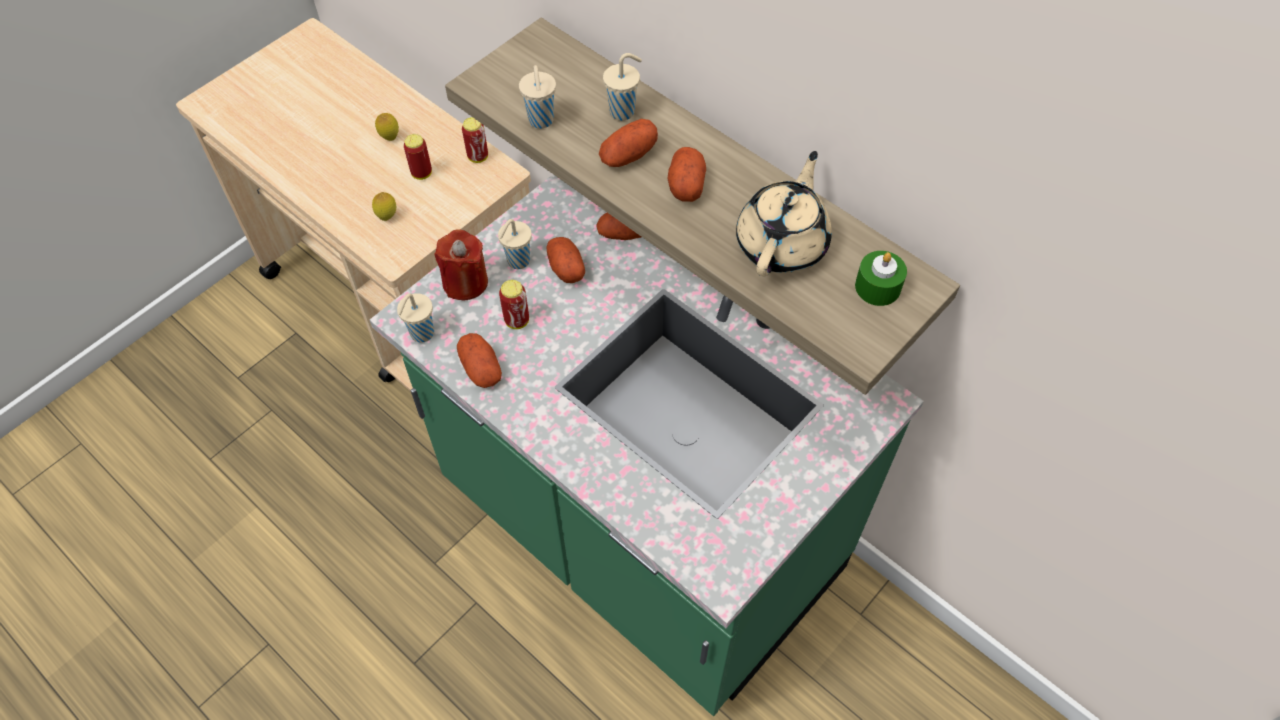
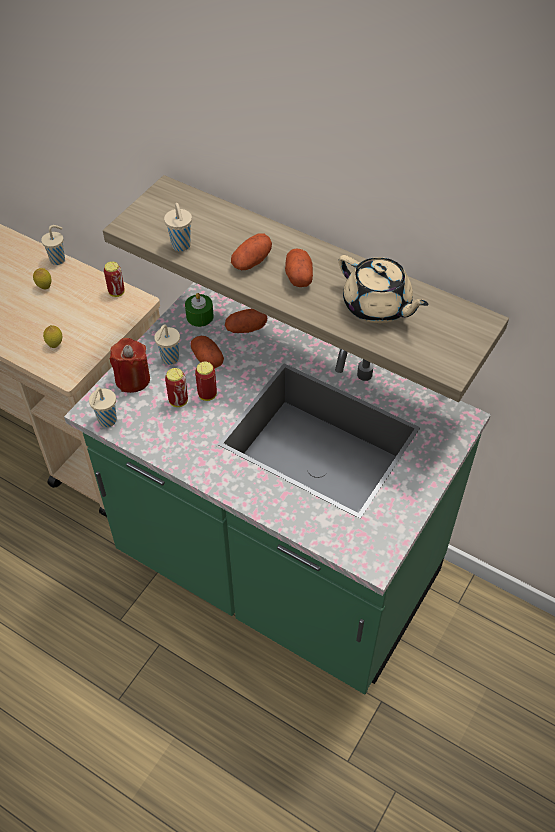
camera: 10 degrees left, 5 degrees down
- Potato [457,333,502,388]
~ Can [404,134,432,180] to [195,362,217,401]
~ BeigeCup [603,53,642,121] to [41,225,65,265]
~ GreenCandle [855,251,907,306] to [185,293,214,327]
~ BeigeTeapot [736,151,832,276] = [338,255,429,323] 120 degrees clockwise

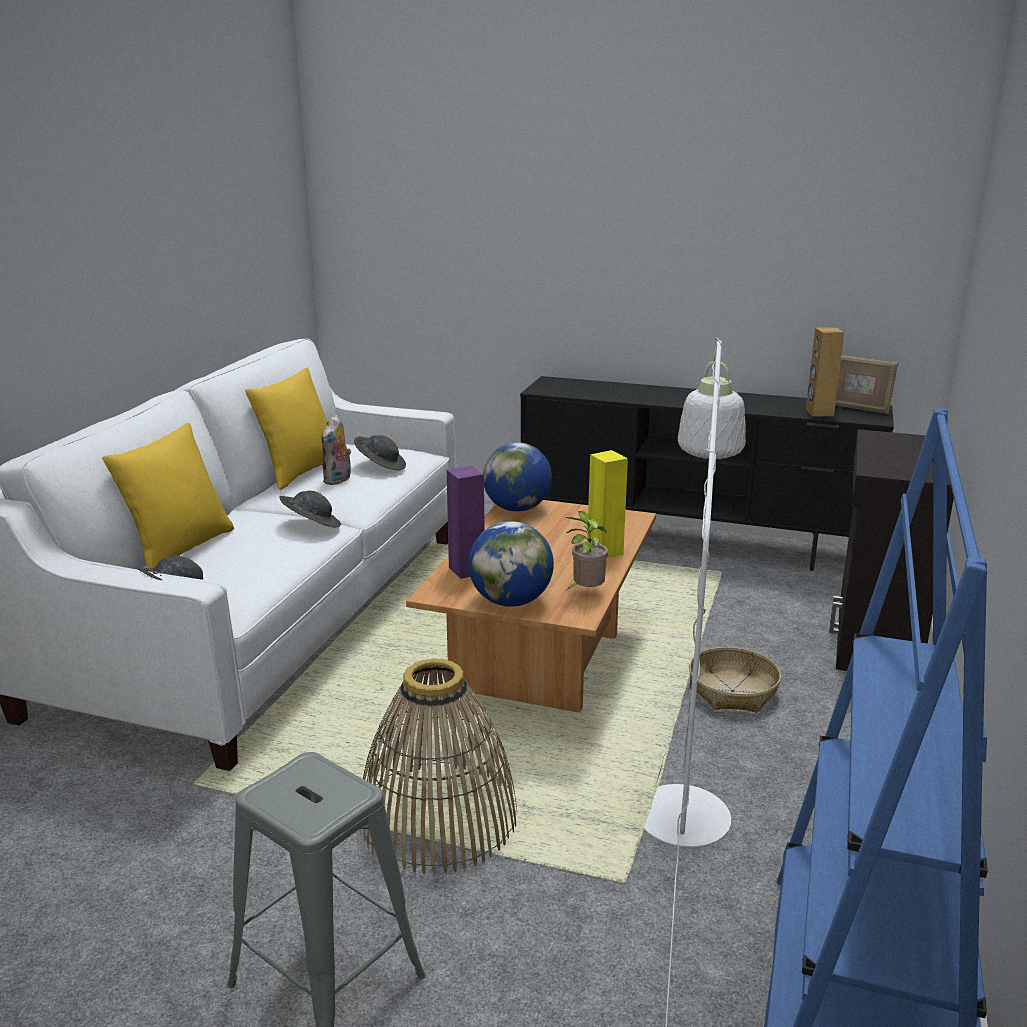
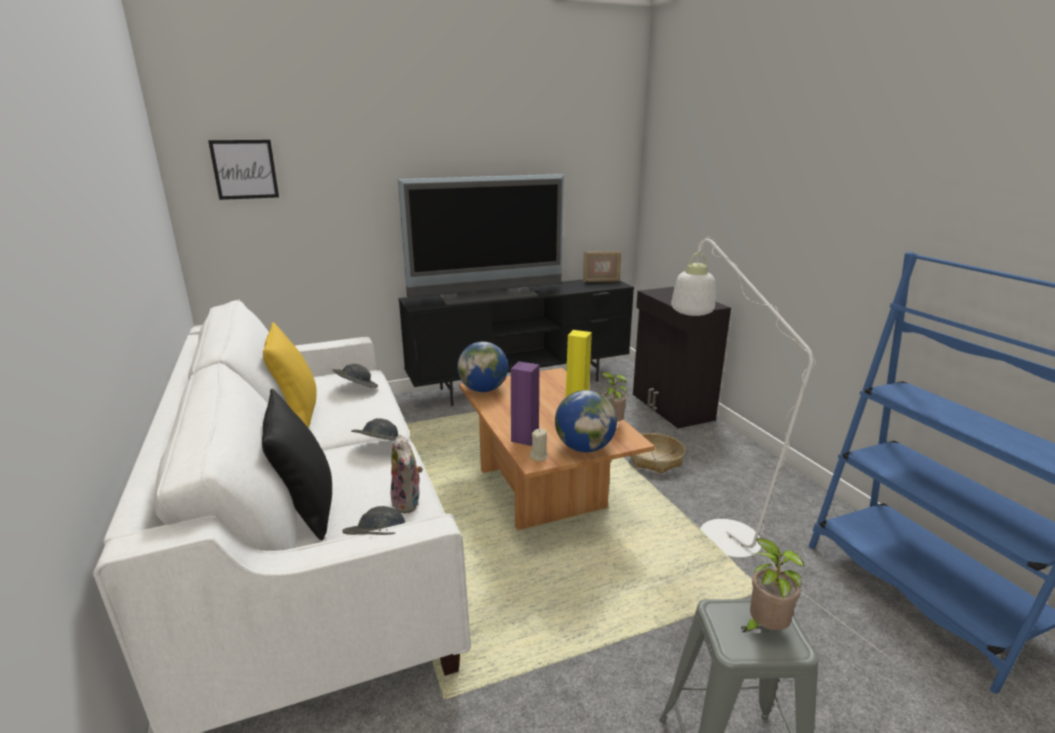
camera: 40 degrees left, 0 degrees up
- Basket [362,658,517,874]
- BrownSpeaker [806,327,844,417]
+ Picture [208,140,279,200]
+ Television [398,174,564,305]
+ BeigeCandle [529,429,548,461]
+ PottedPlant [741,538,804,633]
~ PlushToy [321,415,351,485] to [390,435,423,513]
~ YellowPillow [102,423,234,568] to BlackPillow [262,389,332,541]

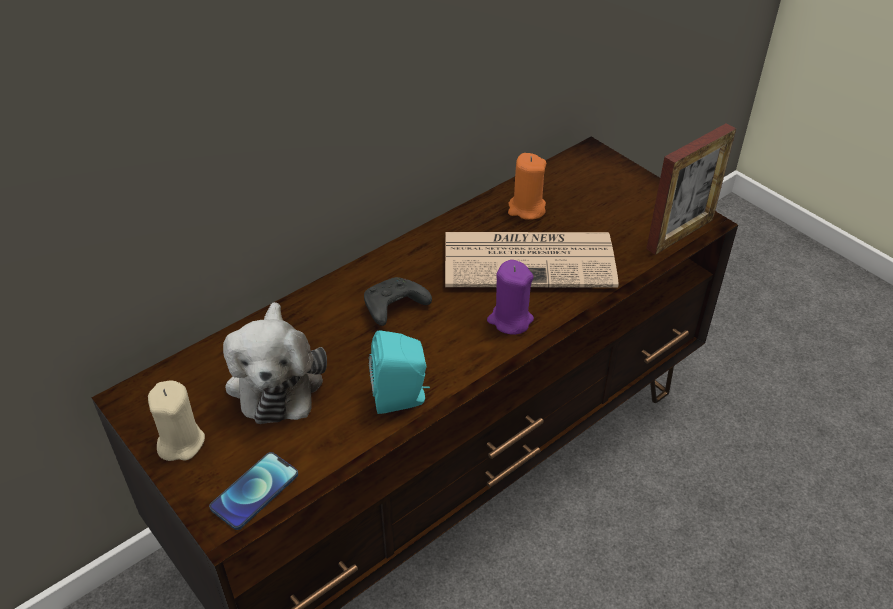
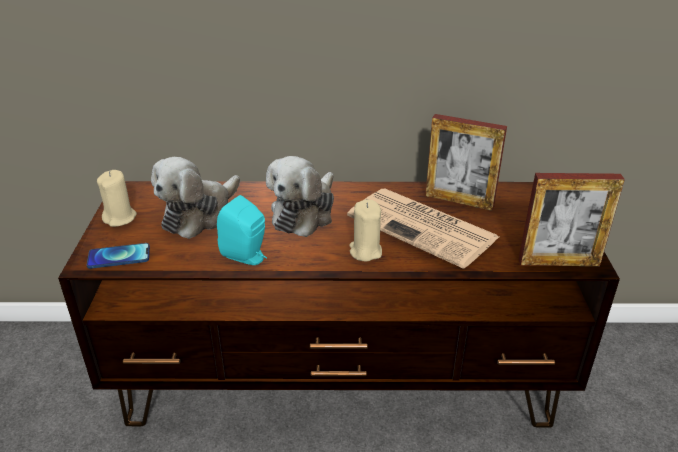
camera: 40 degrees right, 10 degrees down
~ BlackGameController [364,277,432,326] to PlushToy [266,156,334,237]
~ OrangeCandle [508,153,546,220] to PictureFrame [425,114,507,211]
~ PurpleCandle [487,260,534,335] to BeigeCandle [349,200,382,262]

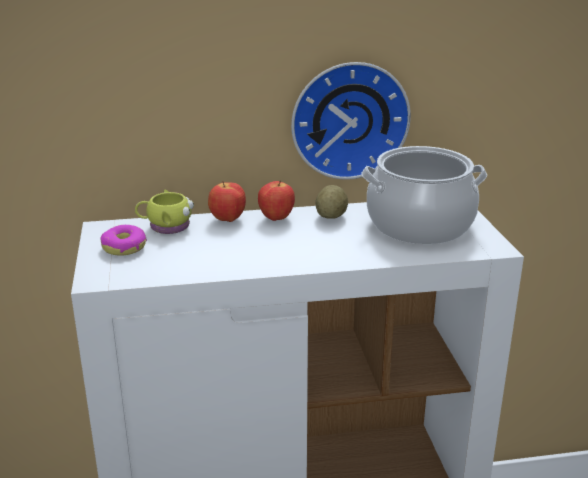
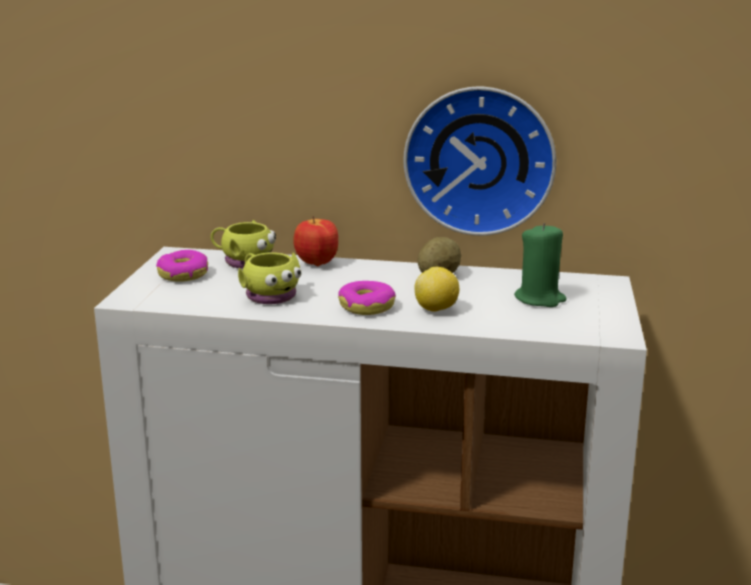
camera: 20 degrees right, 5 degrees down
- Apple [258,180,295,221]
+ YellowMug [238,252,302,304]
+ Donut [338,281,396,315]
+ Lemon [414,267,459,311]
~ CookingPot [361,146,487,244] to GreenCandle [514,223,567,307]

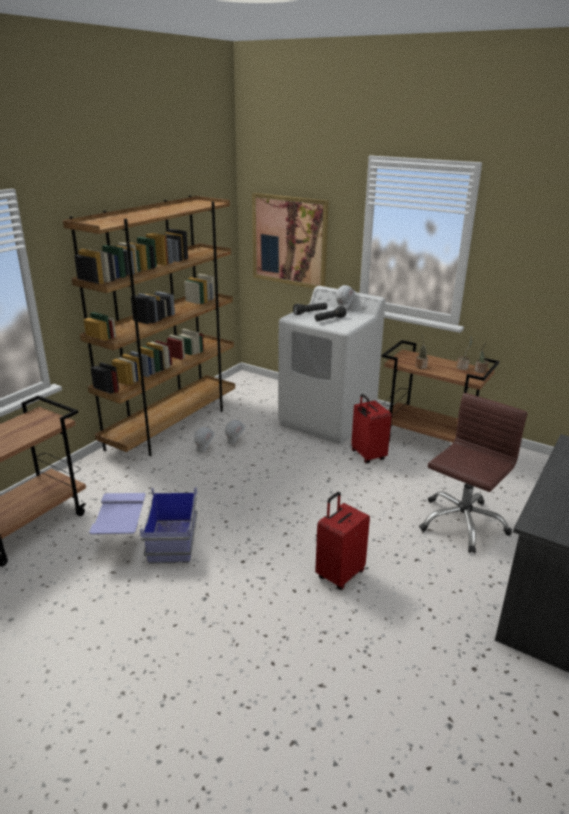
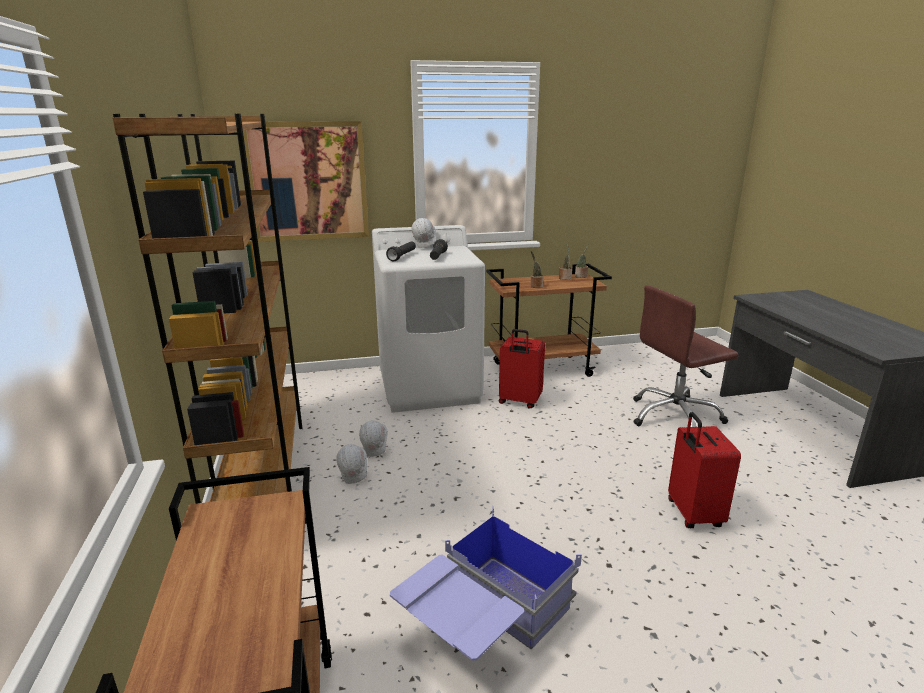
camera: 45 degrees left, 5 degrees down
~ BrownOfficeChair [419,393,528,553] = [633,285,738,427] 105 degrees counterclockwise

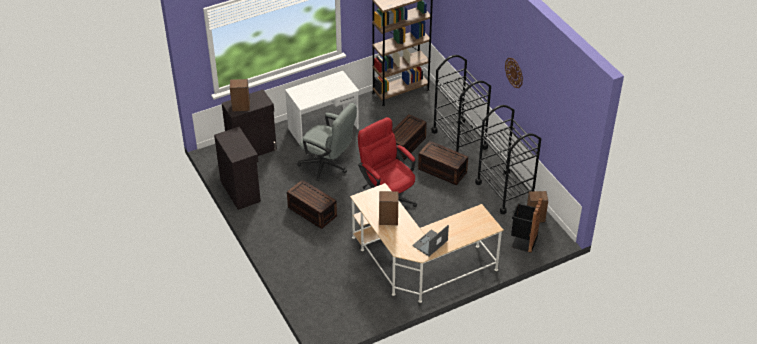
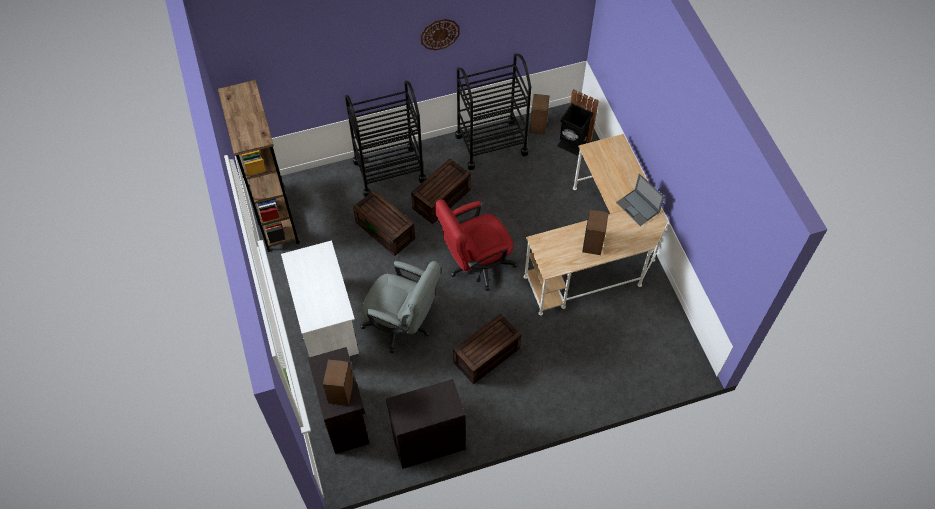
camera: 80 degrees left, 15 degrees up
~ GreyOfficeChair [297,103,357,181] = [360,261,441,353] 75 degrees clockwise

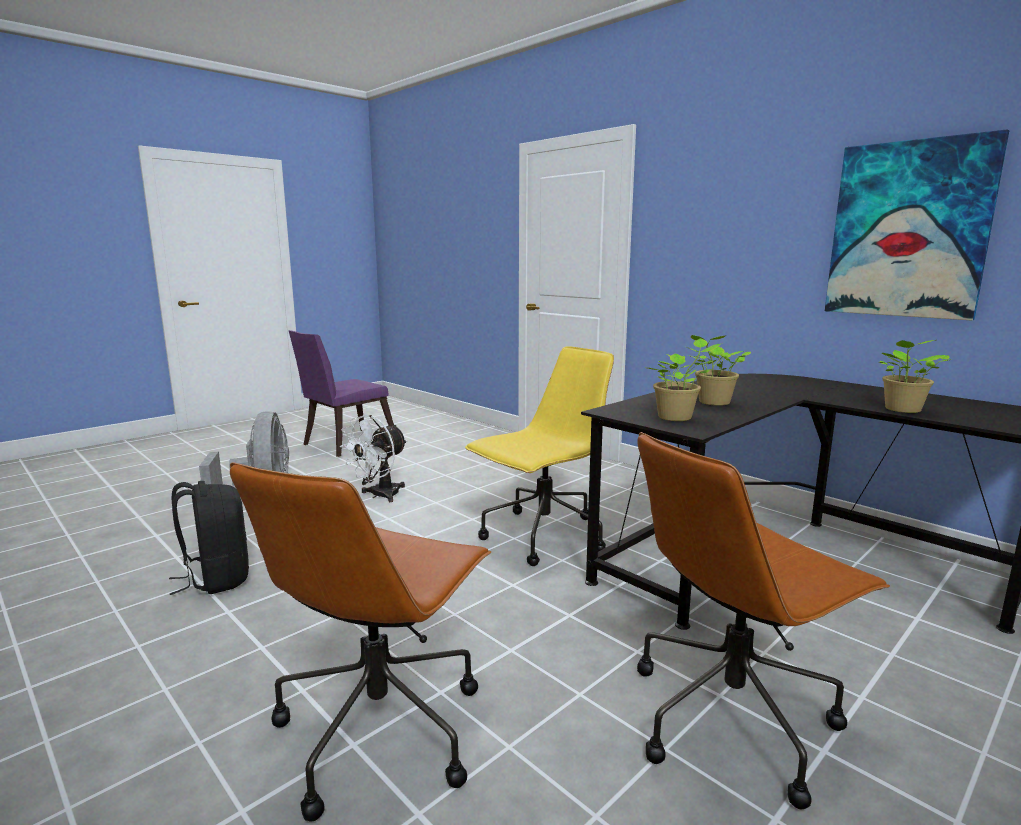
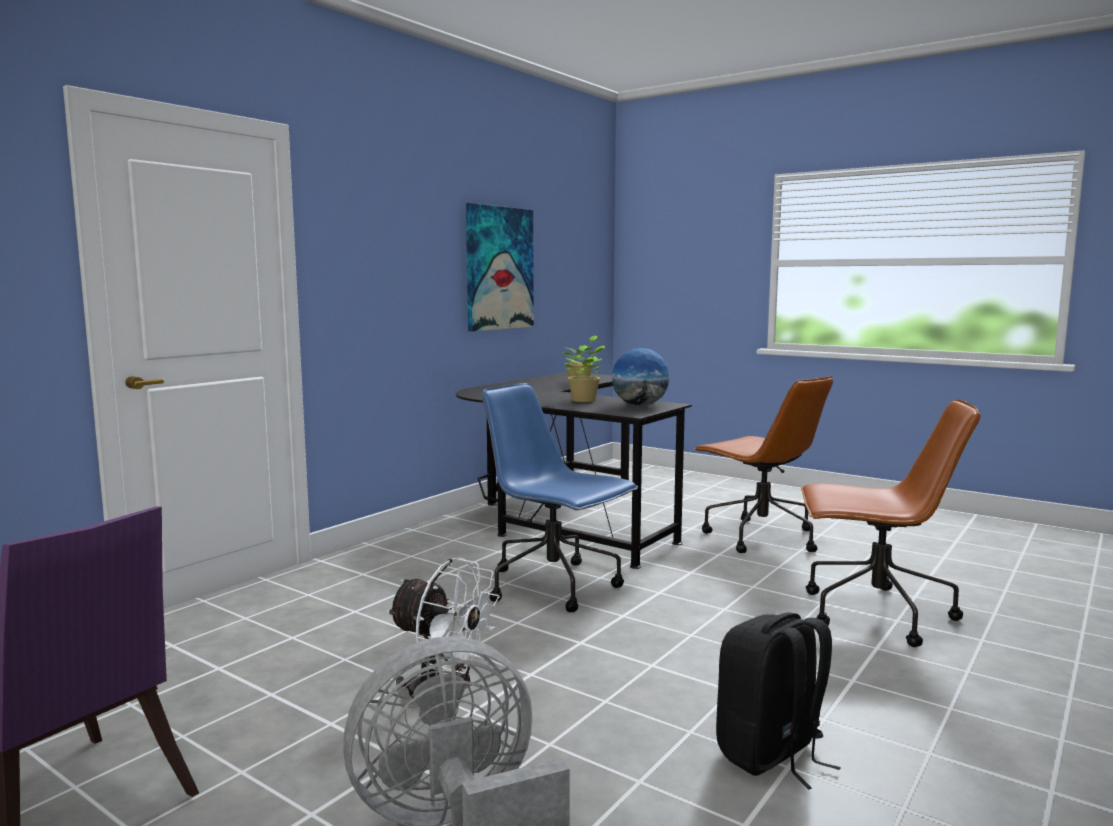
camera: 100 degrees left, 5 degrees down
~ PottedPlant [648,339,723,421] to Globe [612,348,670,406]
~ YellowOfficeChair [465,346,614,566] to BlueOfficeChair [482,383,638,612]

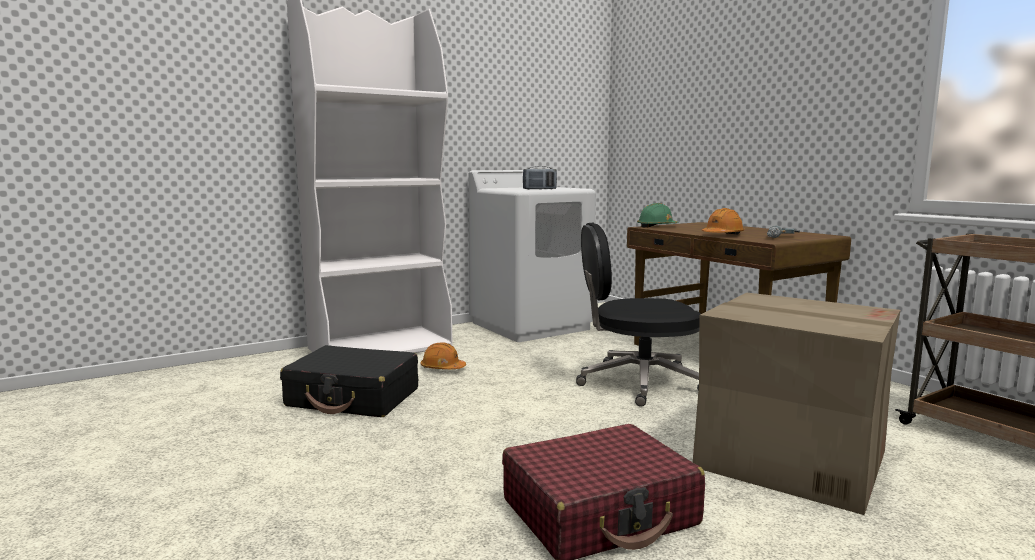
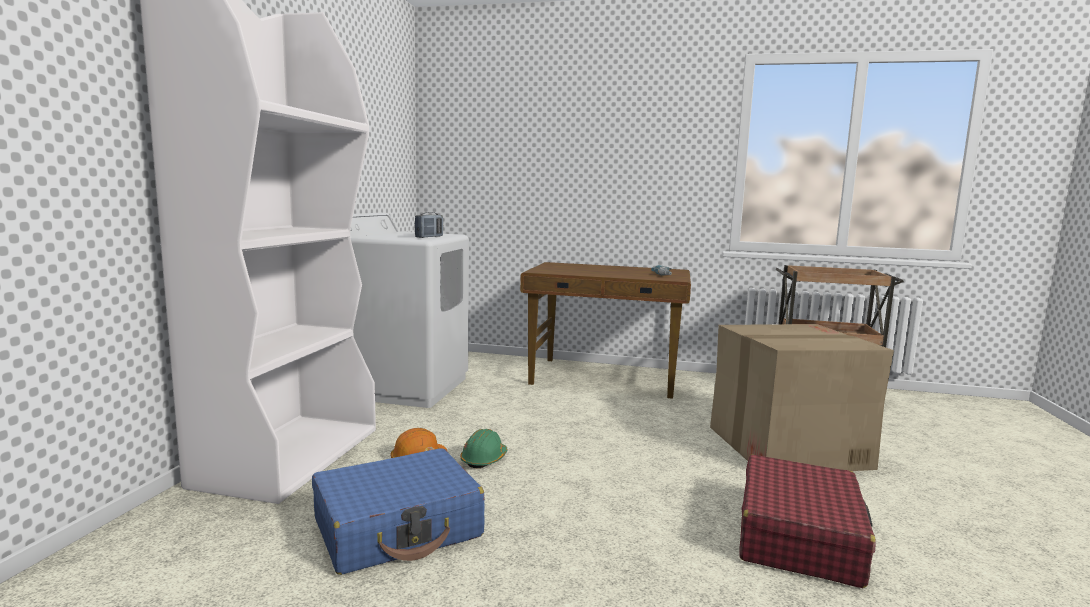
camera: 45 degrees left, 0 degrees up
- BlackOfficeChair [576,222,701,407]
- OrangeHardHat [702,208,744,235]
~ GreenHardHat [637,203,679,228] to [460,429,508,469]
~ BlackSuitcase [280,345,418,417] to BlueSuitcase [312,448,485,575]

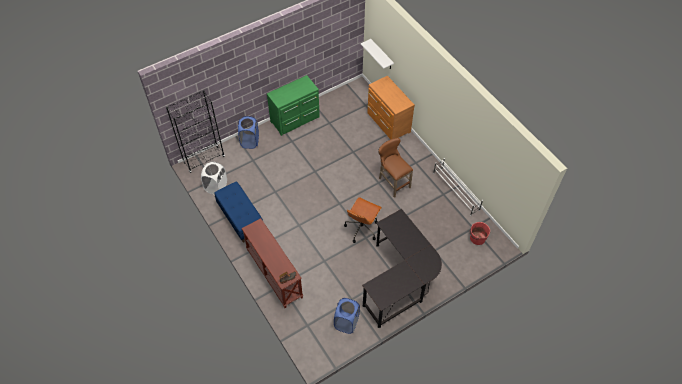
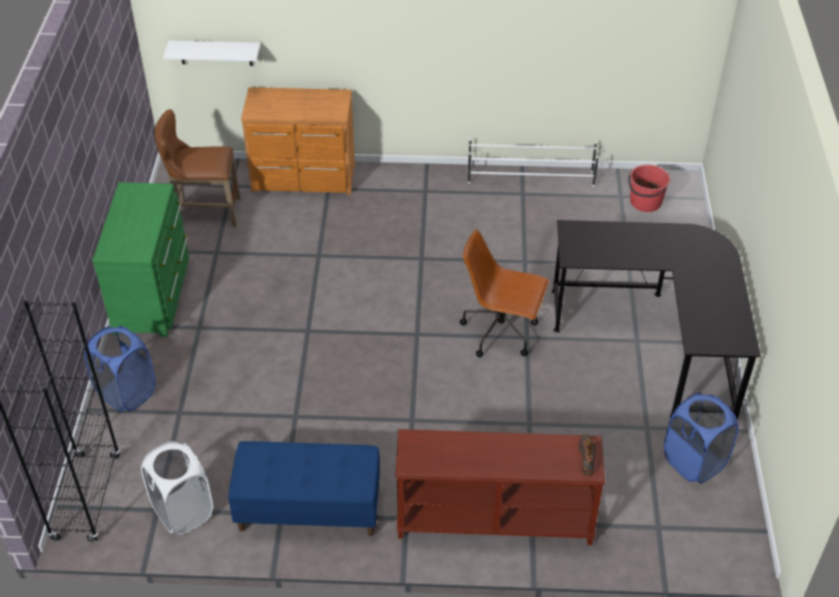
camera: 55 degrees left, 10 degrees down
~ BrownStool [378,138,413,198] to [154,109,241,227]
~ BrownOfficeChair [344,197,382,243] = [460,229,549,357] 135 degrees clockwise

